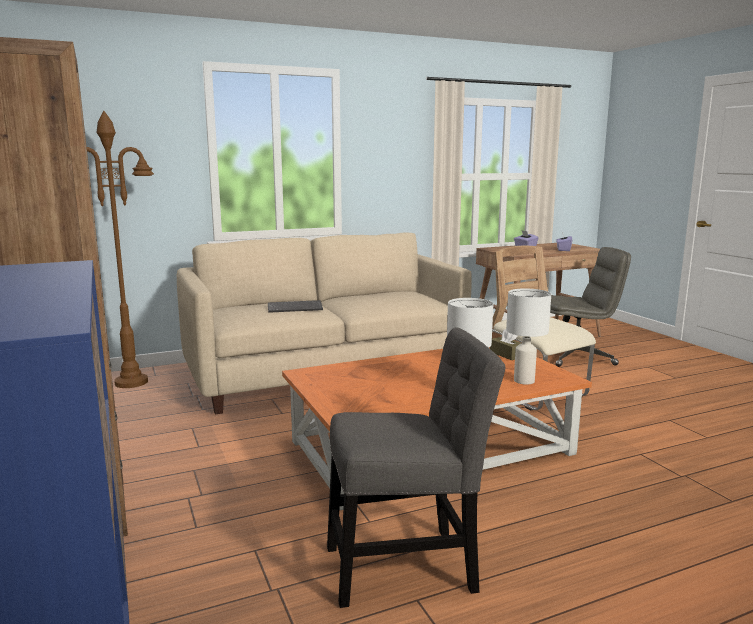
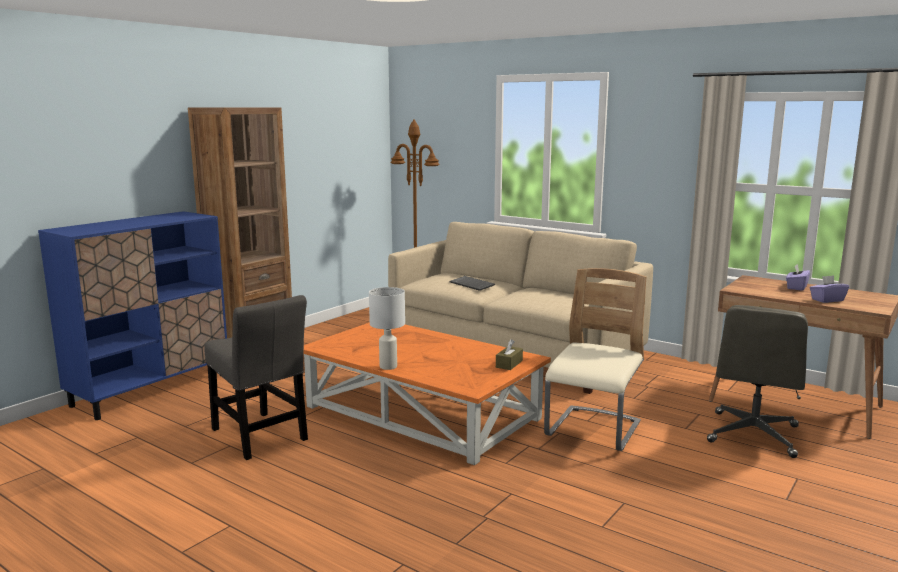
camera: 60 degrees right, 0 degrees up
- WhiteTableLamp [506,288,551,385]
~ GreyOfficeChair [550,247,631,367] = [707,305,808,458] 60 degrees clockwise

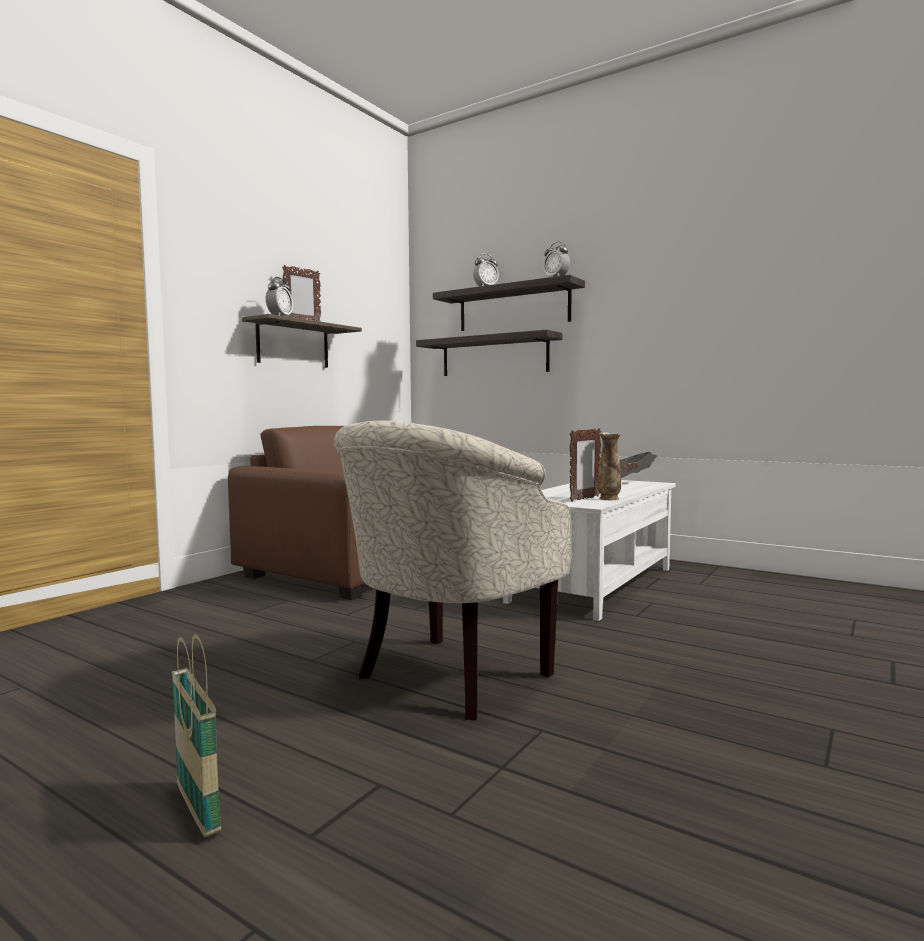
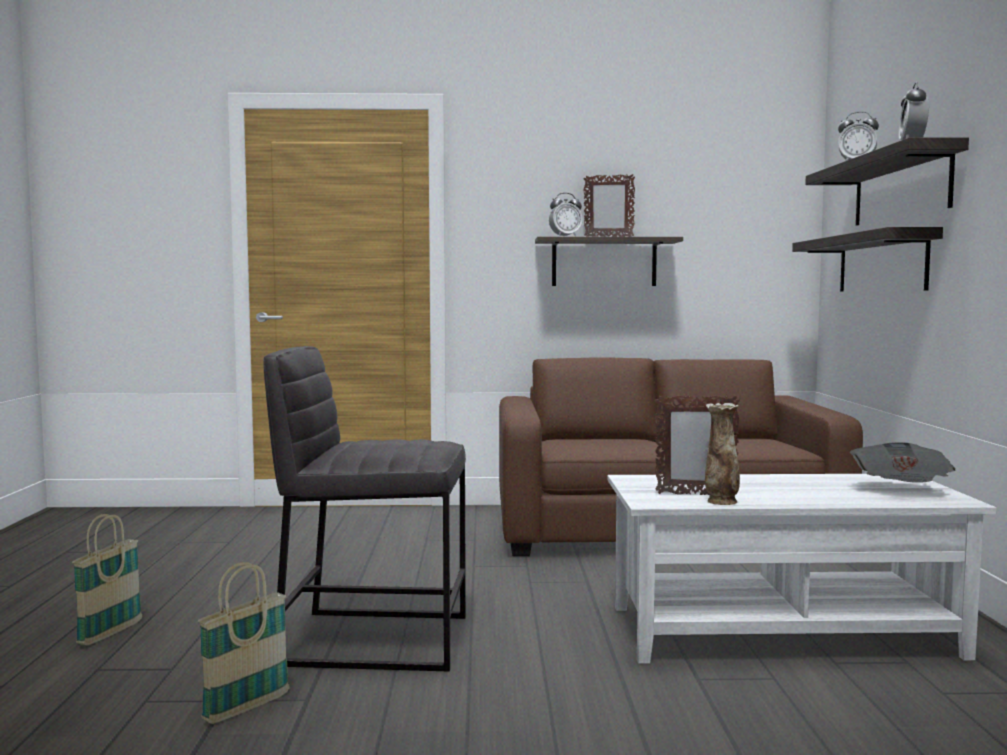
camera: 55 degrees right, 0 degrees up
+ Basket [198,562,290,724]
~ BeigeArmchair [334,421,572,720] to GreyStool [263,346,466,671]

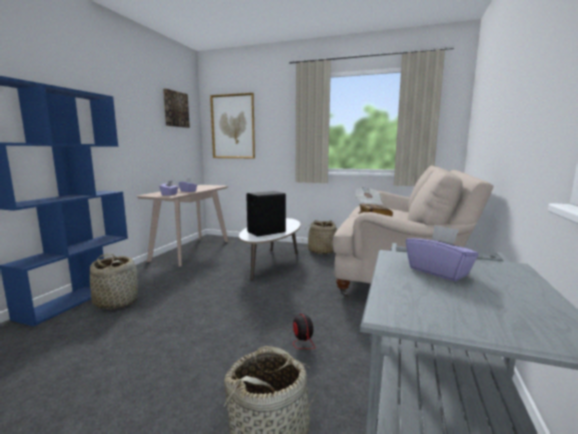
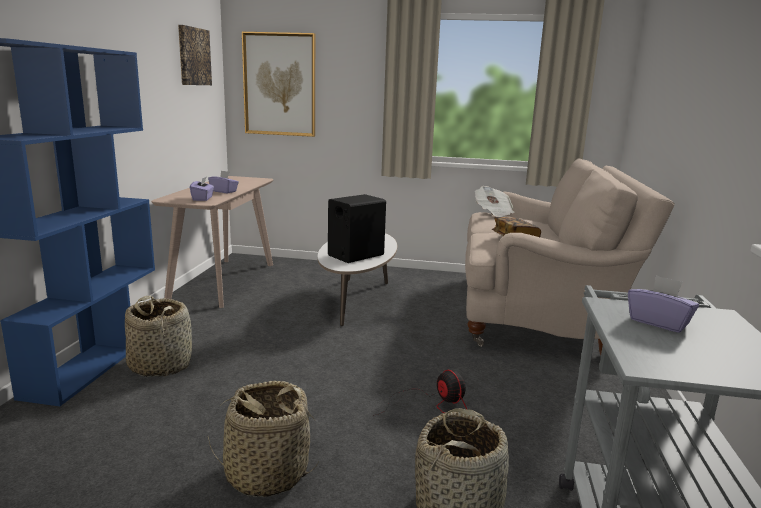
camera: 10 degrees left, 5 degrees up
~ Basket [302,220,338,254] to [208,381,319,497]

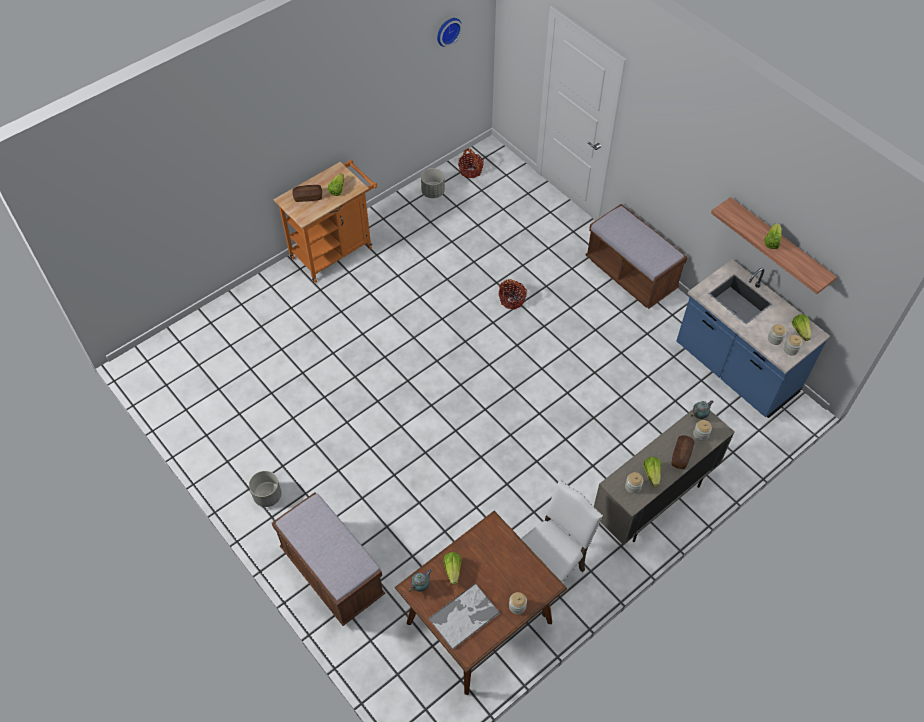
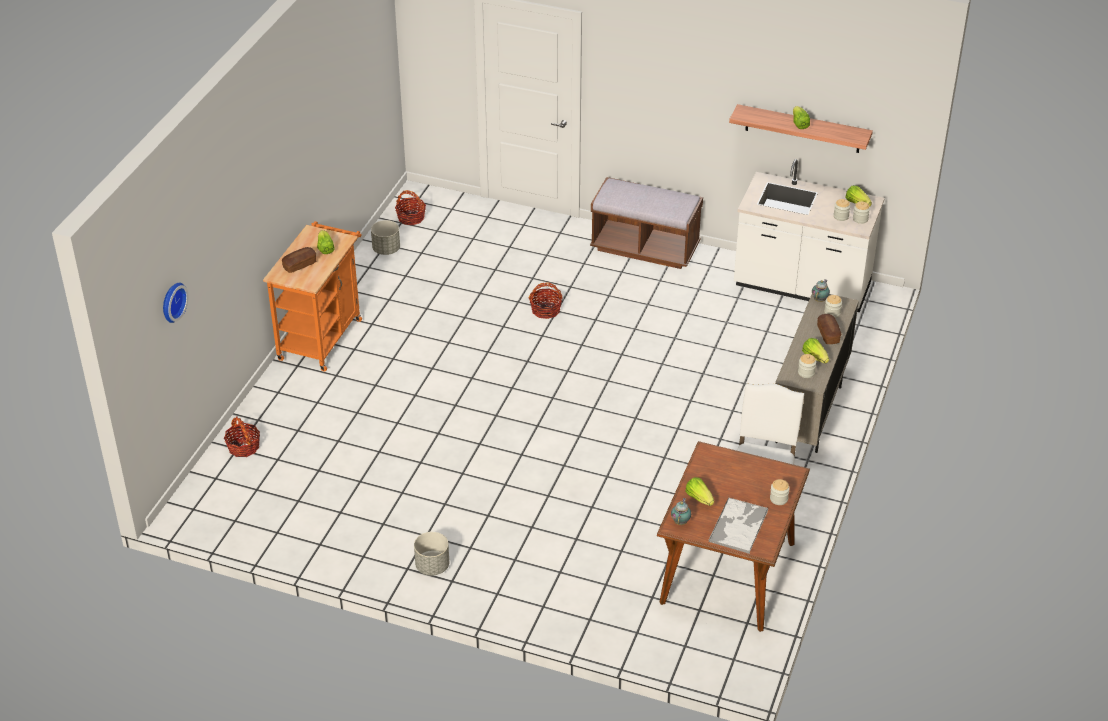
camera: 30 degrees left, 15 degrees down
- BrownBench [272,493,385,626]
+ Basket [224,417,260,457]
~ WallClock [437,18,462,47] to [163,283,188,323]
~ BlueCounter [677,259,830,418] to WhiteCounter [734,159,885,313]

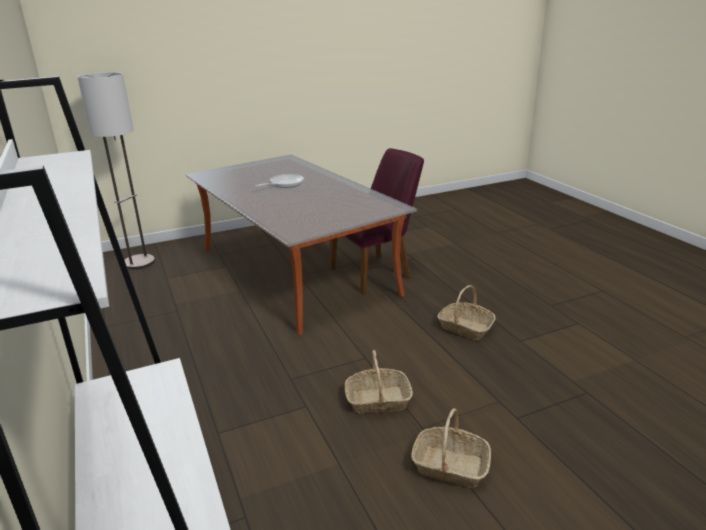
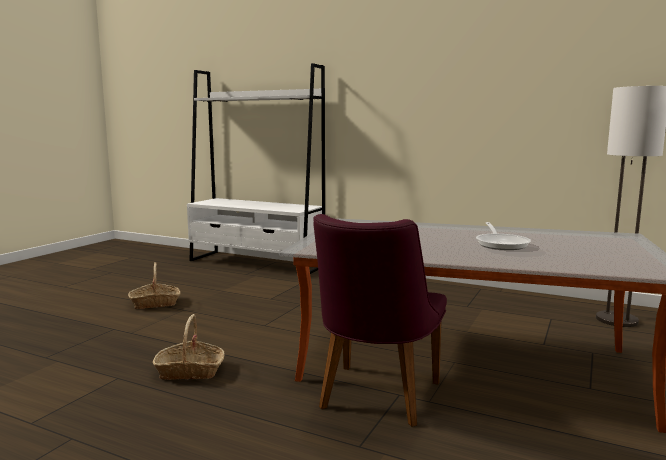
camera: 140 degrees right, 15 degrees down
- Basket [344,350,413,413]

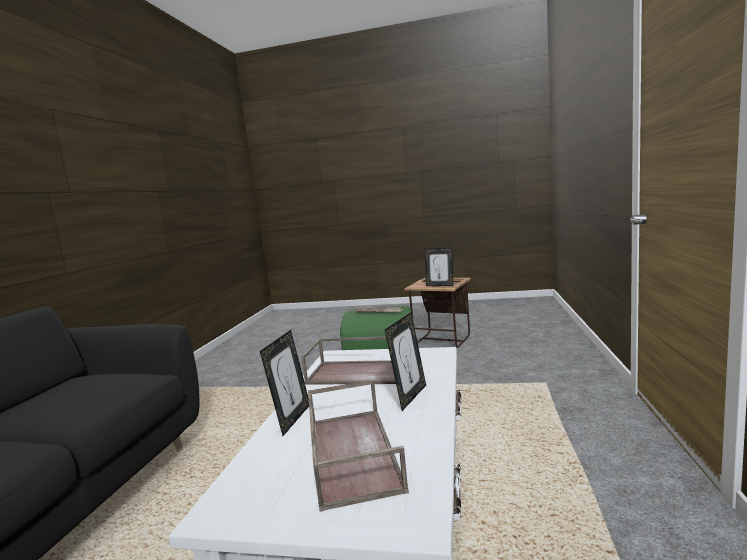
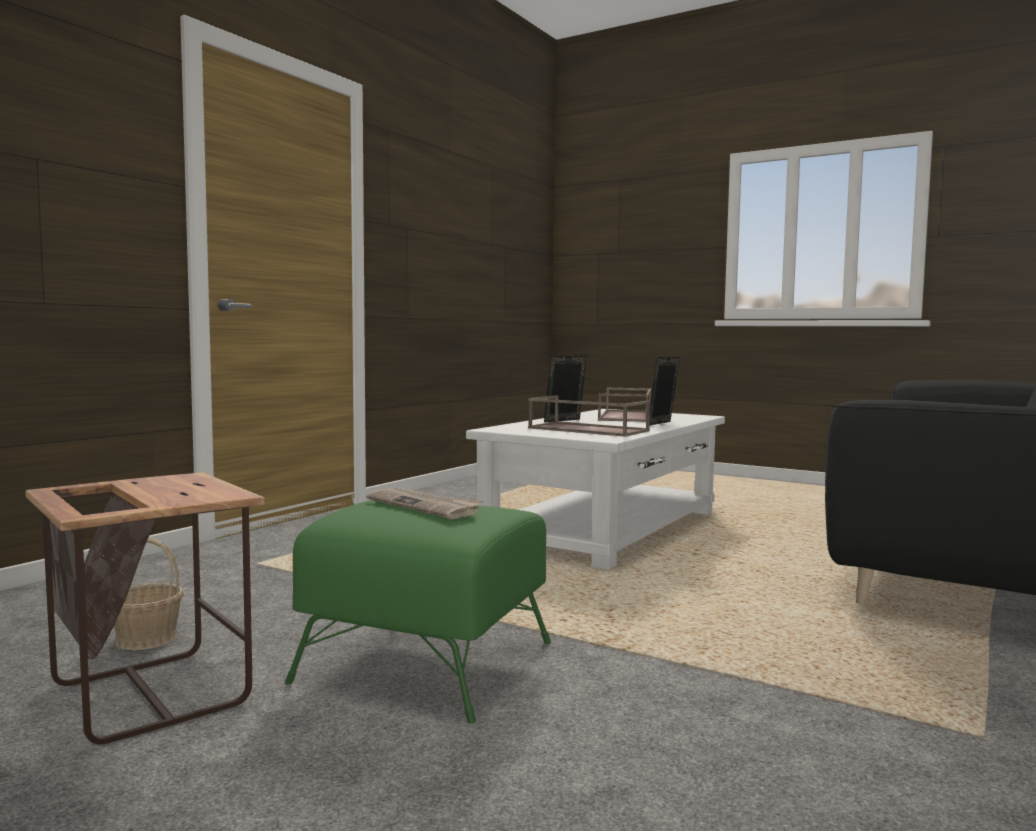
camera: 160 degrees left, 5 degrees down
- PictureFrame [425,247,453,286]
+ Basket [112,538,184,650]

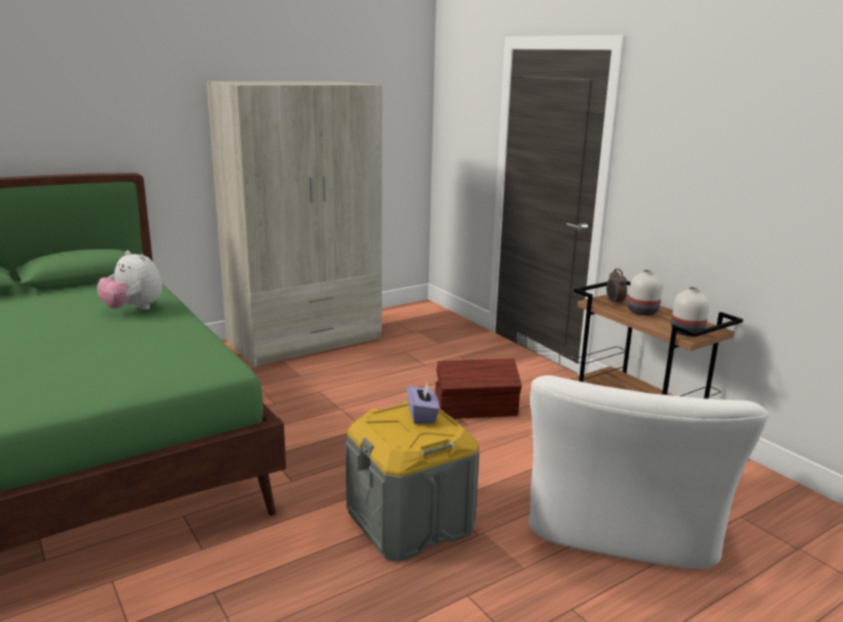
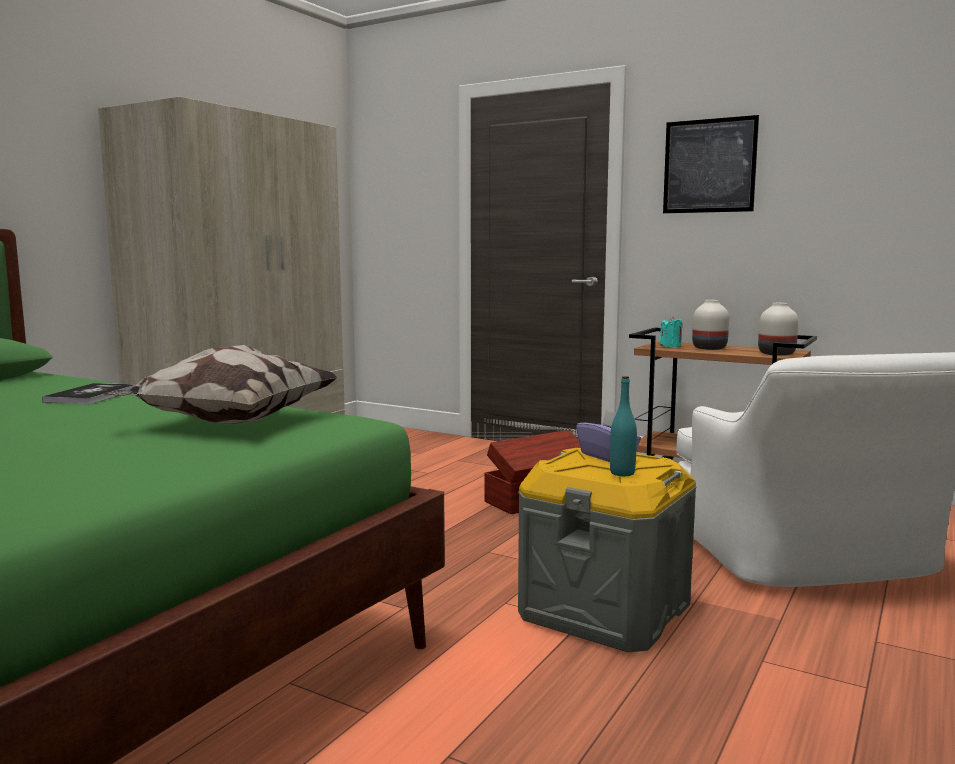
camera: 25 degrees left, 10 degrees down
+ Pillow [103,345,338,424]
+ TurquoiseBottle [610,376,637,476]
+ Picture [663,115,759,213]
~ PlushToy [97,251,162,310] to Book [42,383,136,404]
~ AlarmClock [606,268,627,306] to TurquoiseCandle [660,316,683,347]

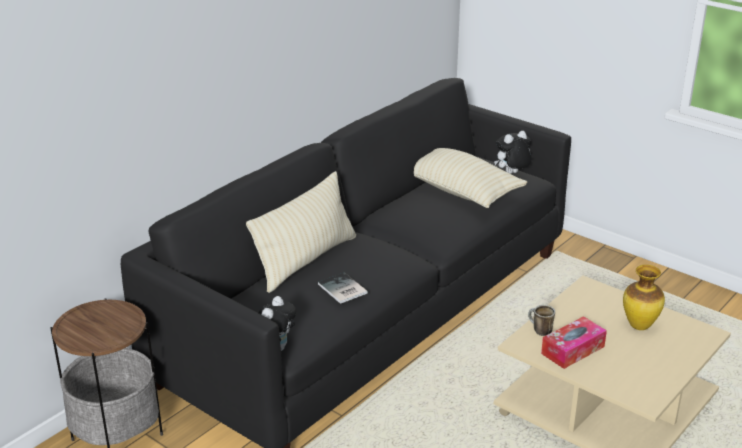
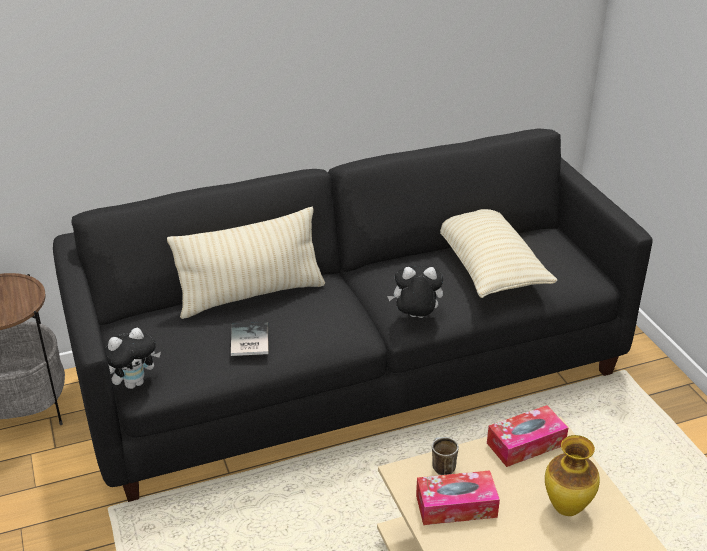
camera: 30 degrees right, 5 degrees up
+ TissueBox [487,405,568,467]
~ PlushToy [494,131,532,174] to [387,266,443,318]

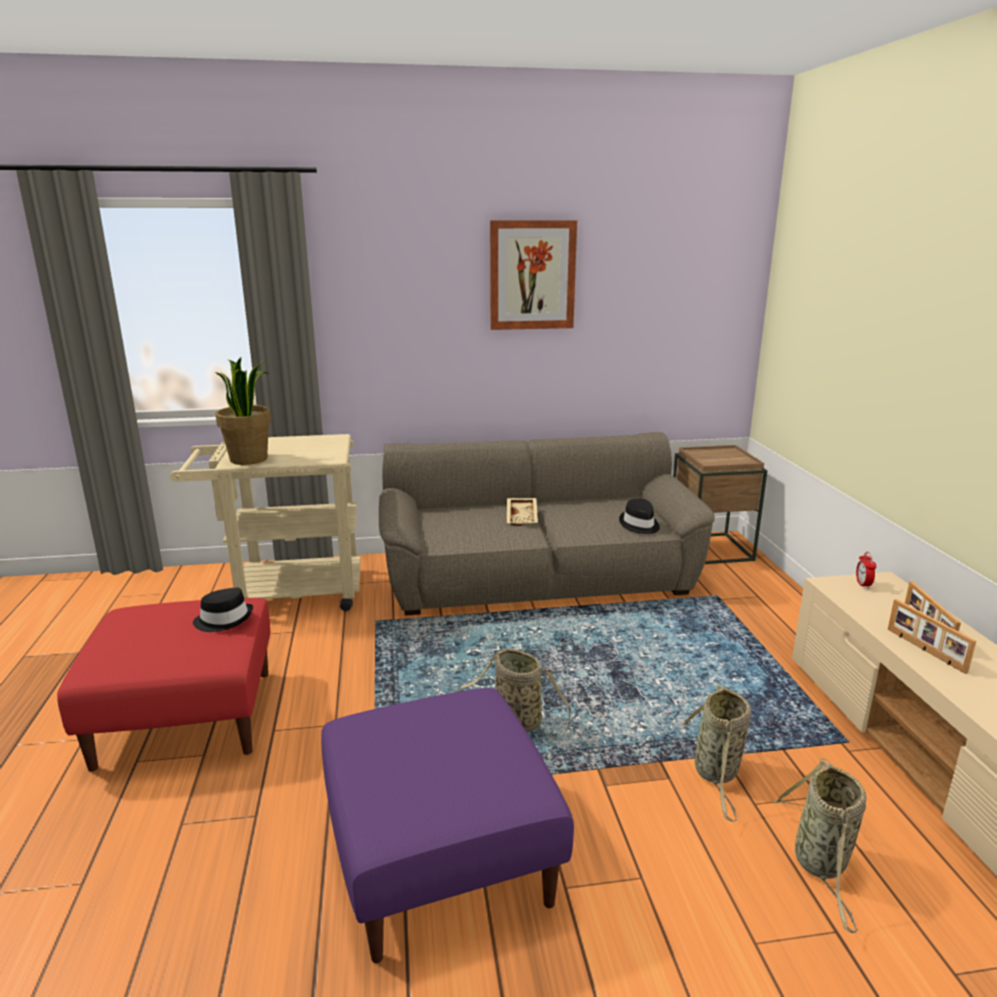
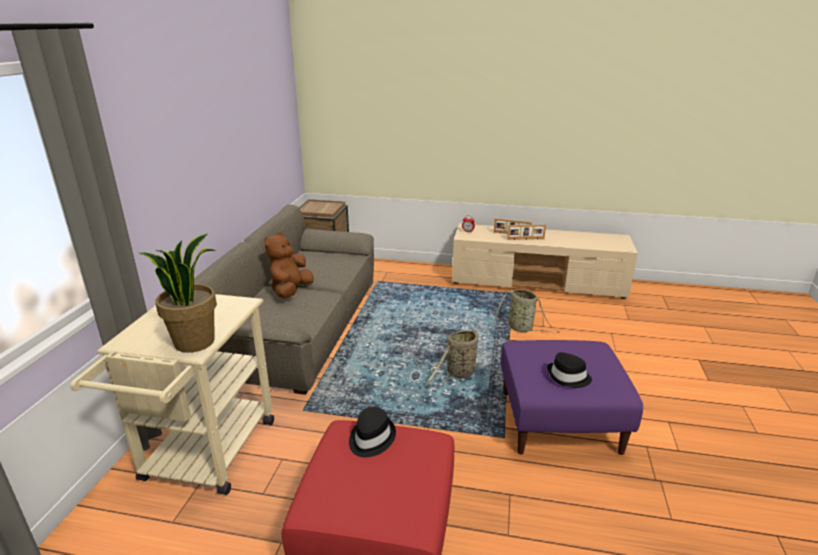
camera: 70 degrees left, 5 degrees up
- Picture [490,221,577,330]
- Basket [773,758,866,933]
~ BlackHat [619,498,660,534] to [547,352,592,388]
~ BeigeTray [507,498,538,526] to BrownPlushToy [264,232,314,298]

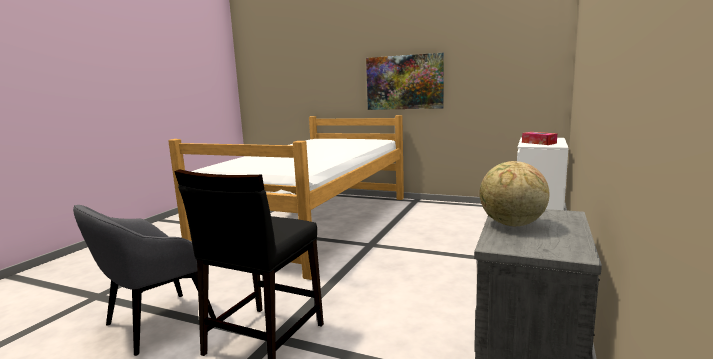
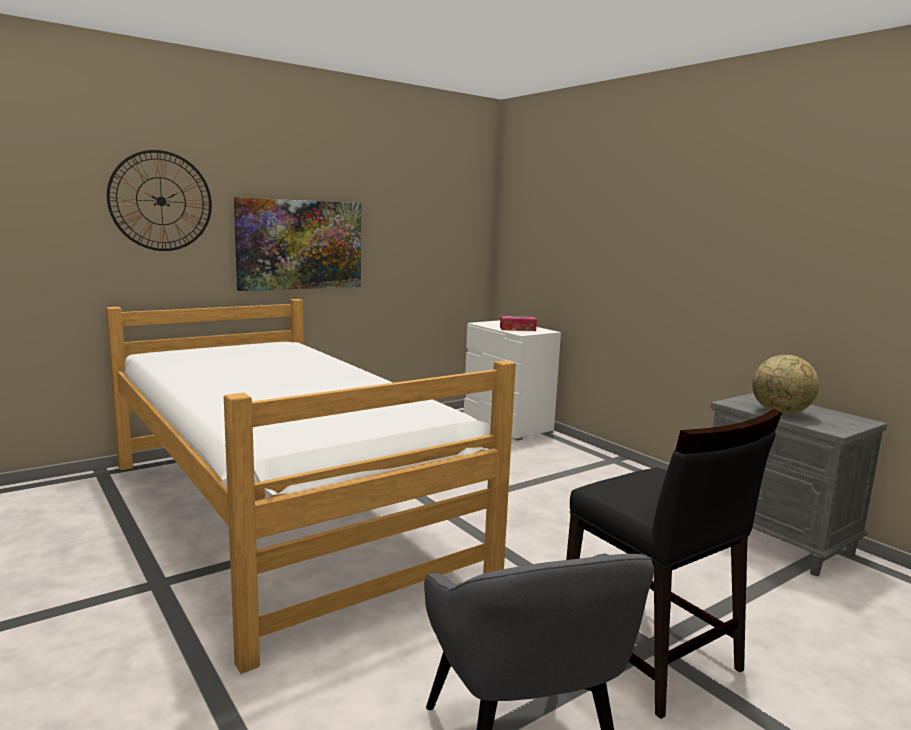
camera: 60 degrees left, 0 degrees up
+ WallClock [107,150,212,251]

